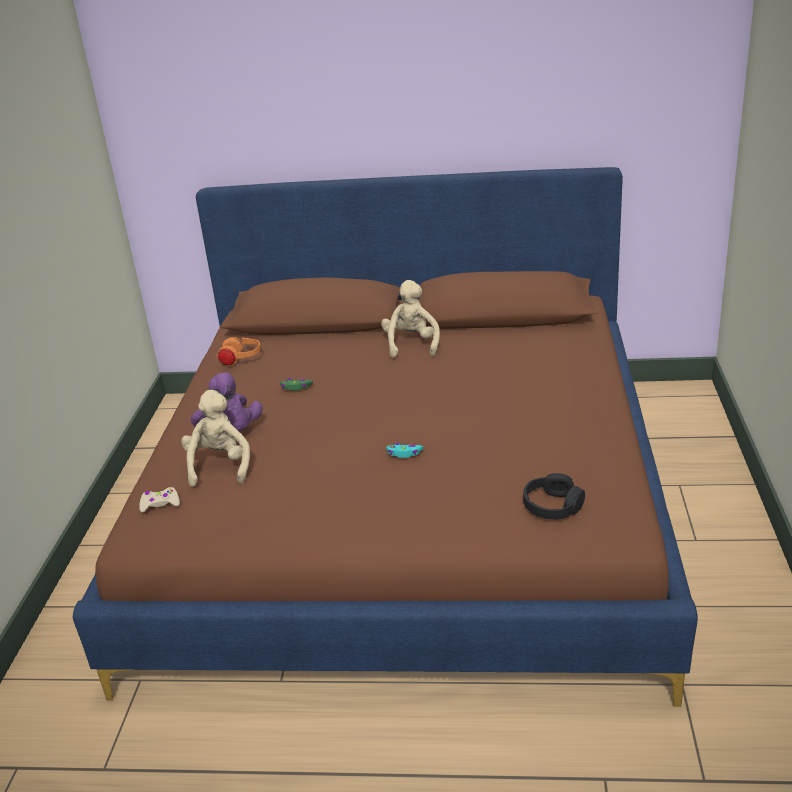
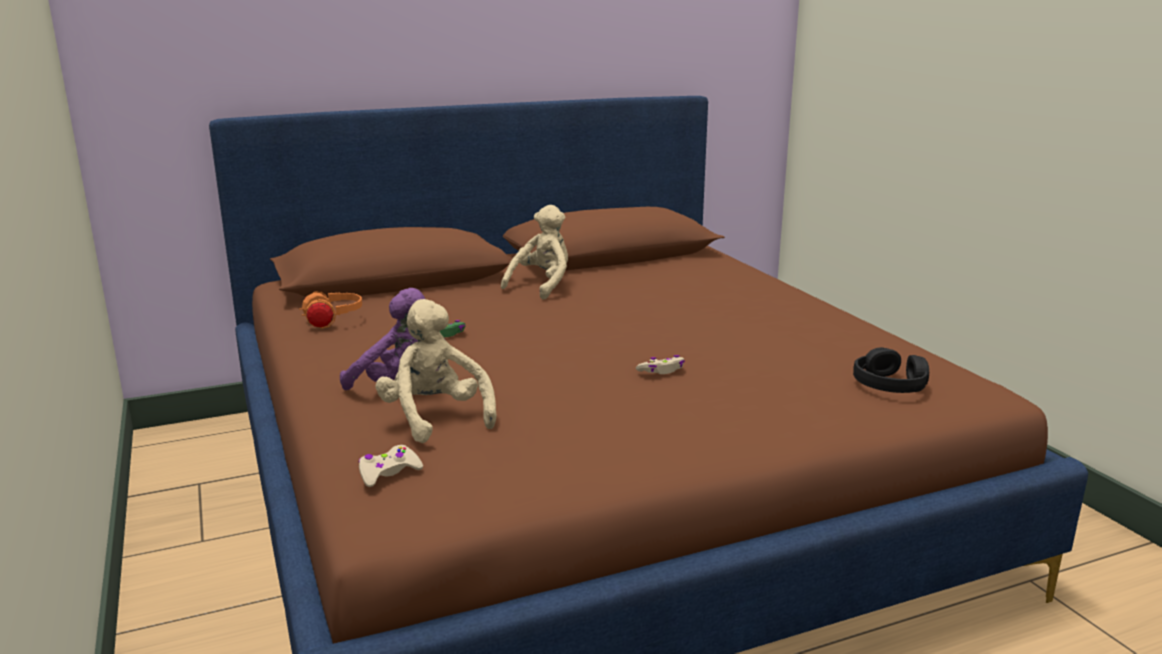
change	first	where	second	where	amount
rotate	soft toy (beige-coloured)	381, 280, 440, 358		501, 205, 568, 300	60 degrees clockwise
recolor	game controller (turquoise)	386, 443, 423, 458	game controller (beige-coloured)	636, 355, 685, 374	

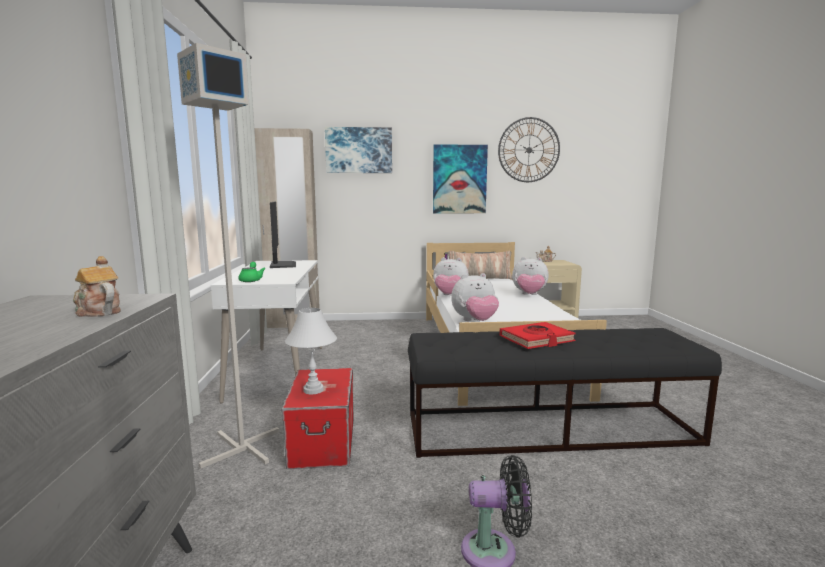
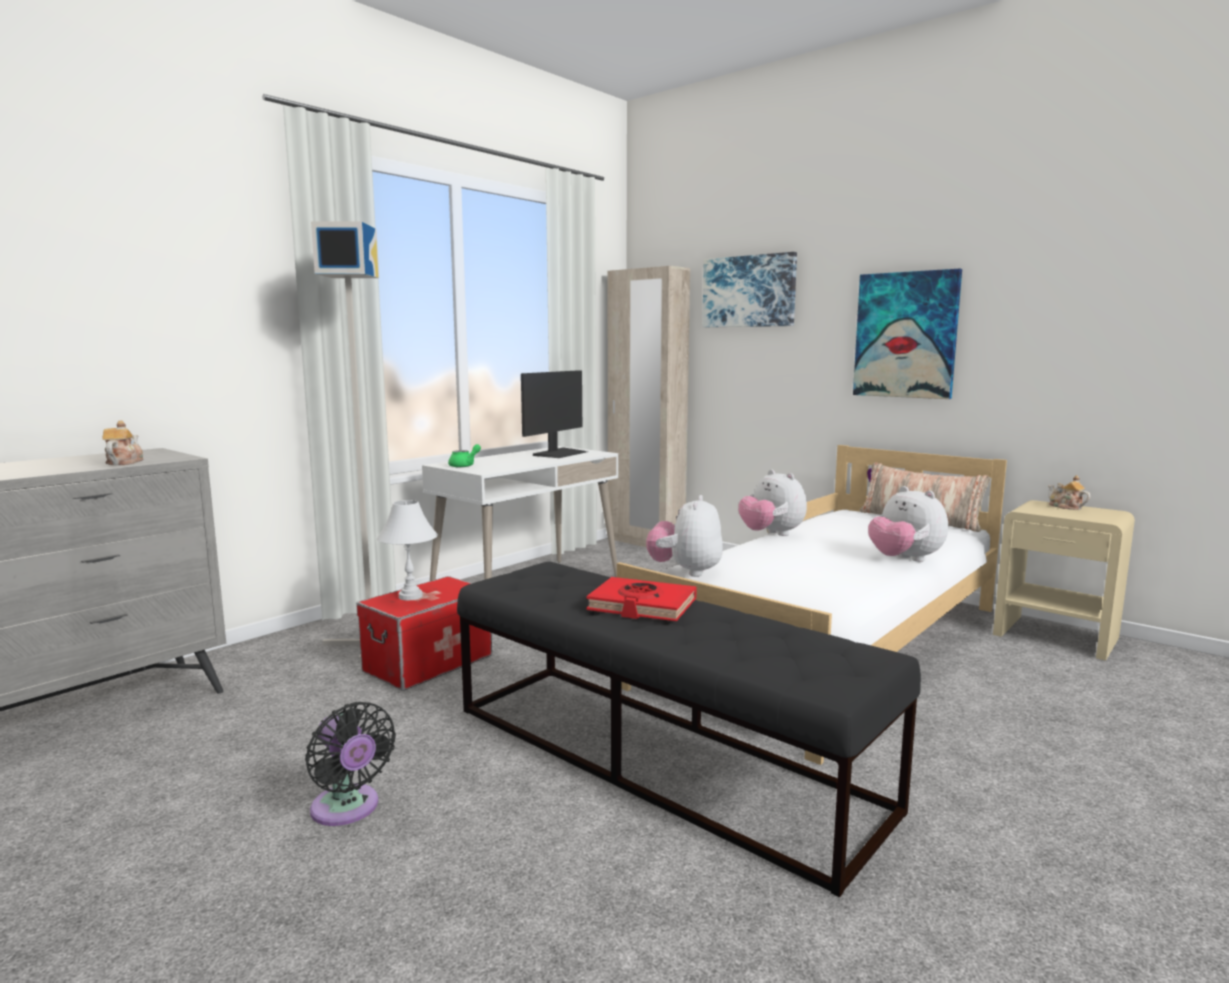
change	first	where	second	where	amount
delete	hanging clock	498, 117, 560, 182			
rotate	soft toy	451, 273, 499, 321		646, 495, 723, 577	75 degrees clockwise

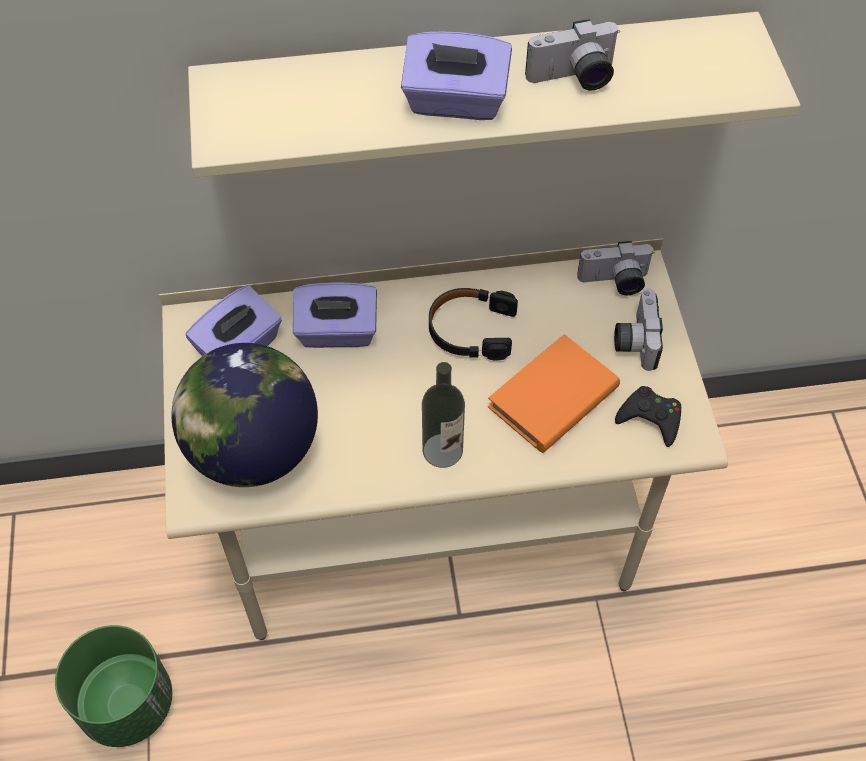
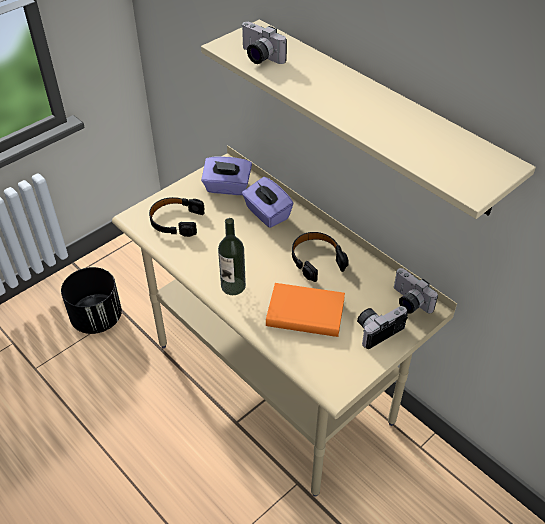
change	first	where	second	where	amount
move	photo camera	525, 19, 620, 90		241, 22, 287, 64	
delete	box of tissues (purple)	401, 32, 512, 120			
replace	globe	171, 343, 318, 487	headphones (black-coloured)	149, 197, 204, 237	
delete	game controller (black-coloured)	615, 386, 681, 447			
recolor	plant pot (green-coloured)	55, 625, 172, 747	plant pot (black-coloured)	61, 267, 122, 334	

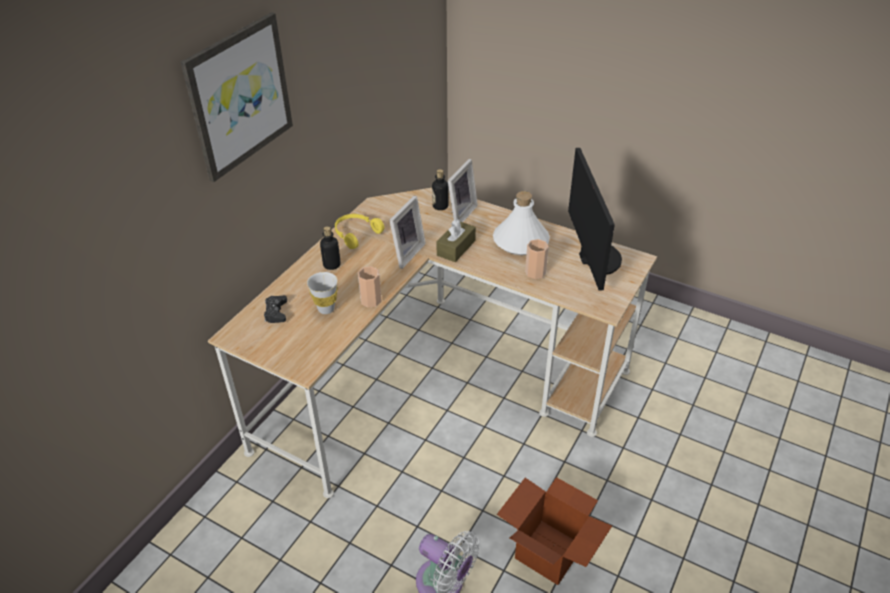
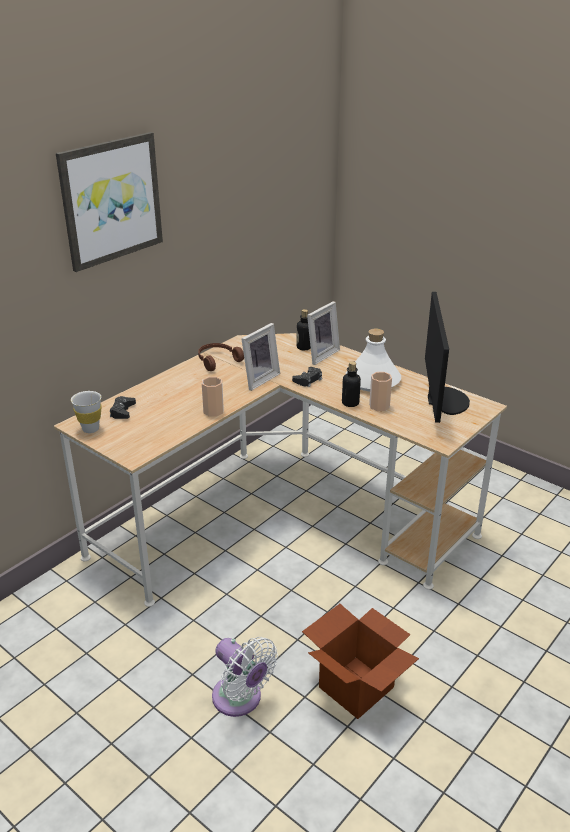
change	first	where	second	where	amount
recolor	headphones (yellow-coloured)	335, 214, 385, 249	headphones (brown)	198, 343, 244, 371	
replace	box of tissues (brown)	436, 218, 476, 262	game controller (black-coloured)	292, 367, 322, 387	
move	drink bottle	320, 226, 341, 270		342, 361, 361, 407	
move	small cup (white)	307, 272, 338, 314		71, 391, 102, 433	

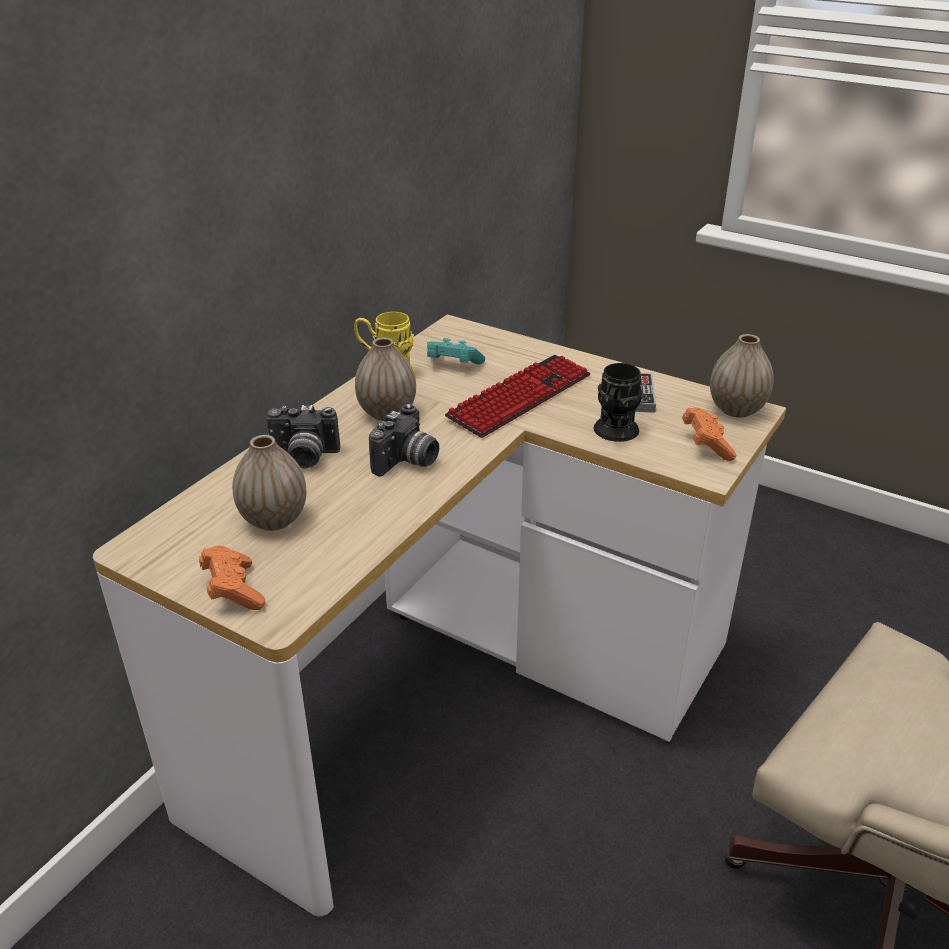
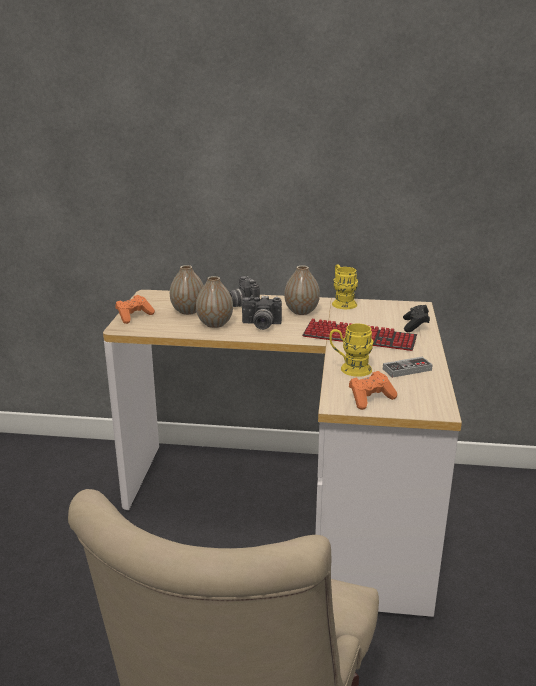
change	first	where	second	where	amount
move	flower vase	710, 334, 774, 418		196, 276, 233, 328	
delete	game controller (turquoise)	427, 338, 485, 364			
recolor	tea mug (black-coloured)	594, 363, 643, 442	tea mug (yellow-coloured)	329, 324, 374, 377	
insert			game controller (black-coloured)	403, 305, 430, 332	

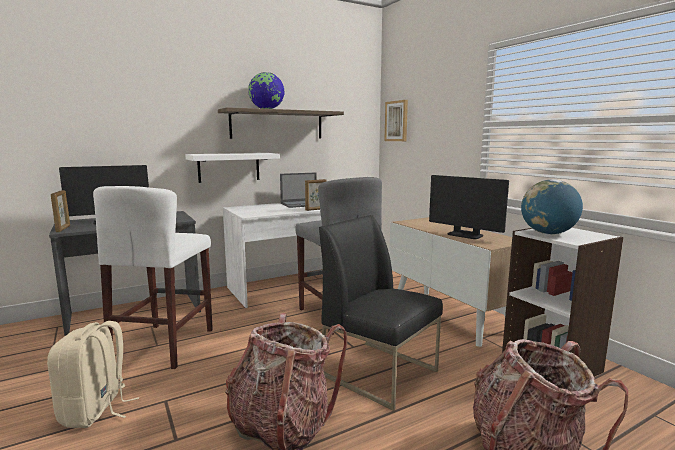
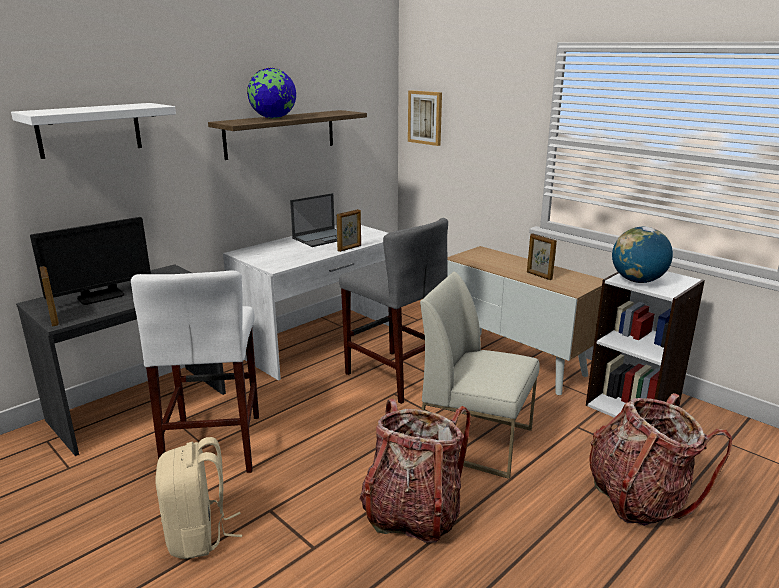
change	first	where	second	where	amount
move	bracket shelf (white)	185, 153, 280, 183		11, 103, 176, 159	
replace	computer display	429, 175, 509, 239	standing frame	527, 234, 557, 280	
recolor	chair (black-coloured)	319, 215, 443, 411	chair (white)	420, 271, 540, 479	

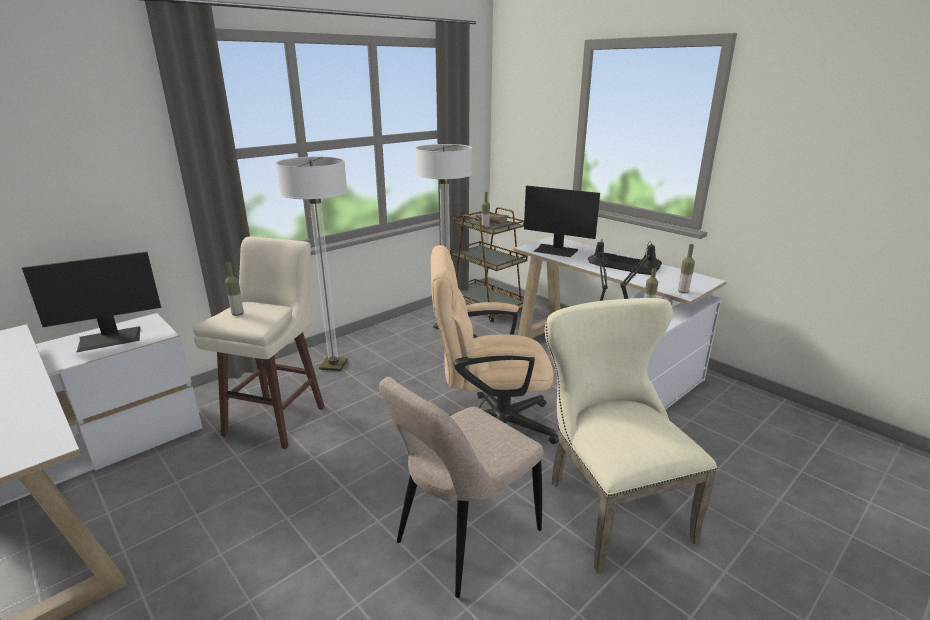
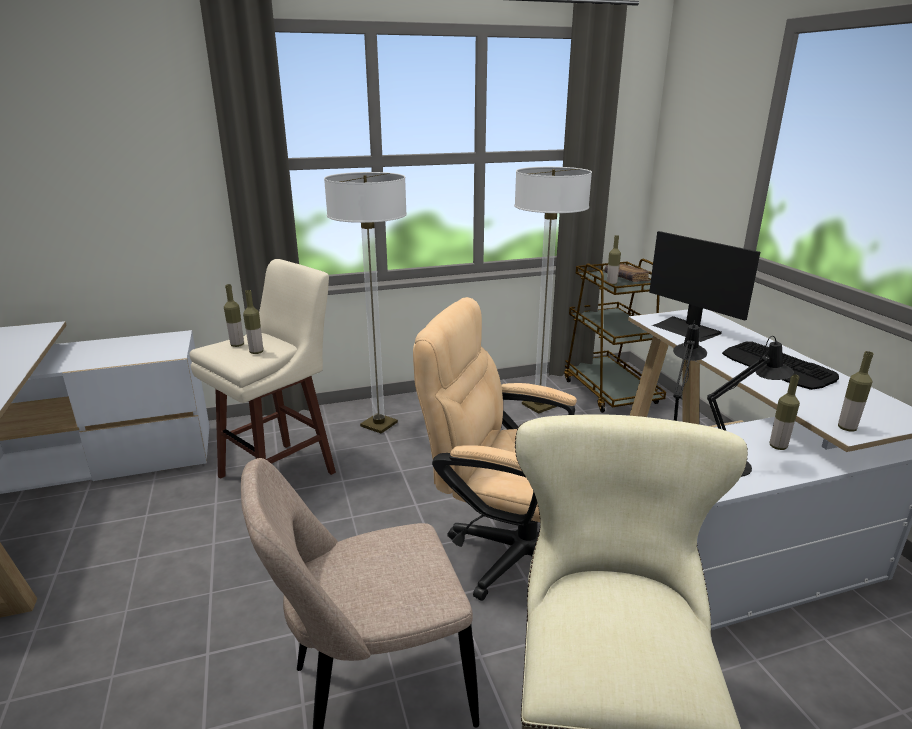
change	first	where	second	where	amount
delete	computer display	22, 252, 161, 353			
insert			drink bottle	243, 290, 263, 354	

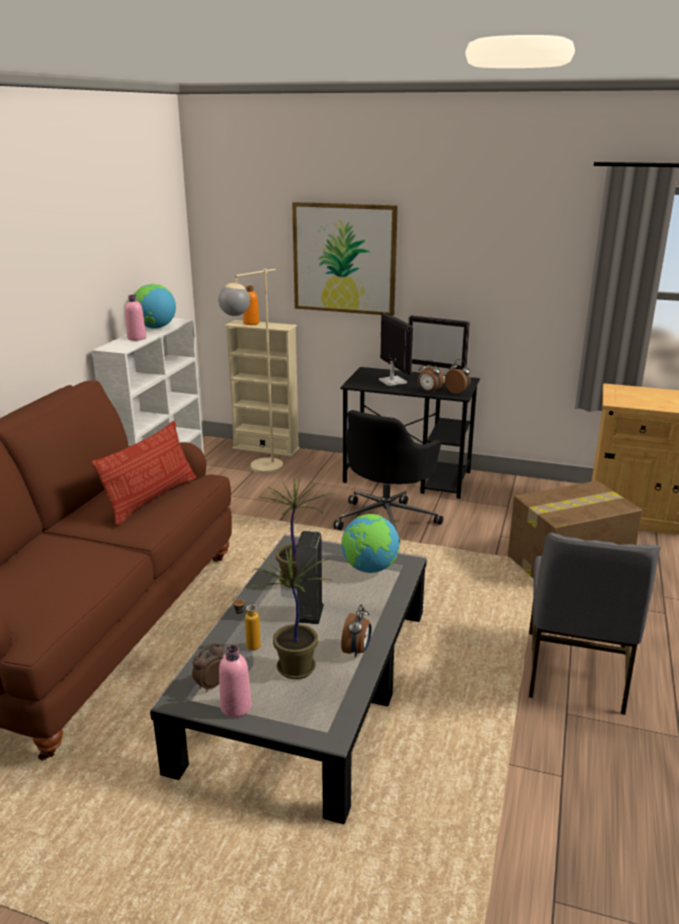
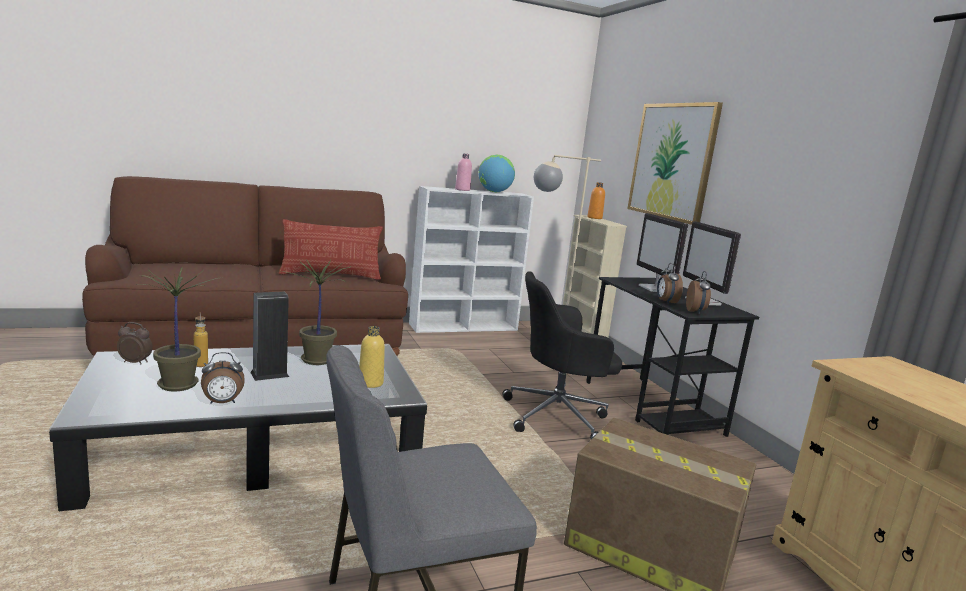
change	first	where	second	where	amount
rotate	computer display	379, 312, 413, 386		637, 213, 688, 292	135 degrees clockwise
replace	globe	341, 514, 399, 573	drink bottle (yellow-coloured)	359, 326, 385, 388	
delete	drink bottle (pink-coloured)	219, 645, 252, 718			

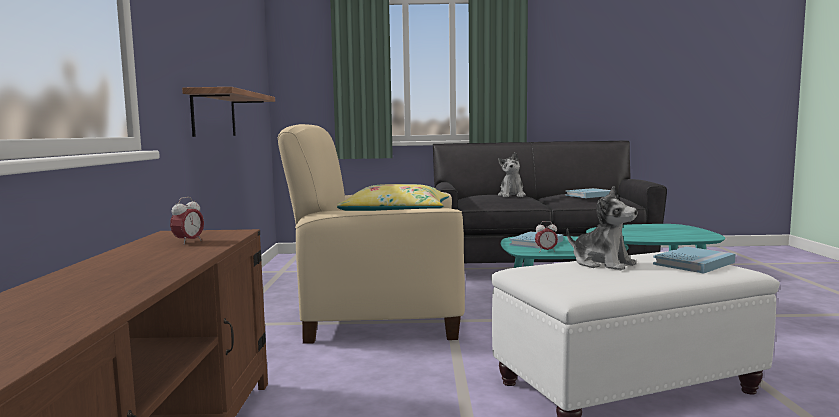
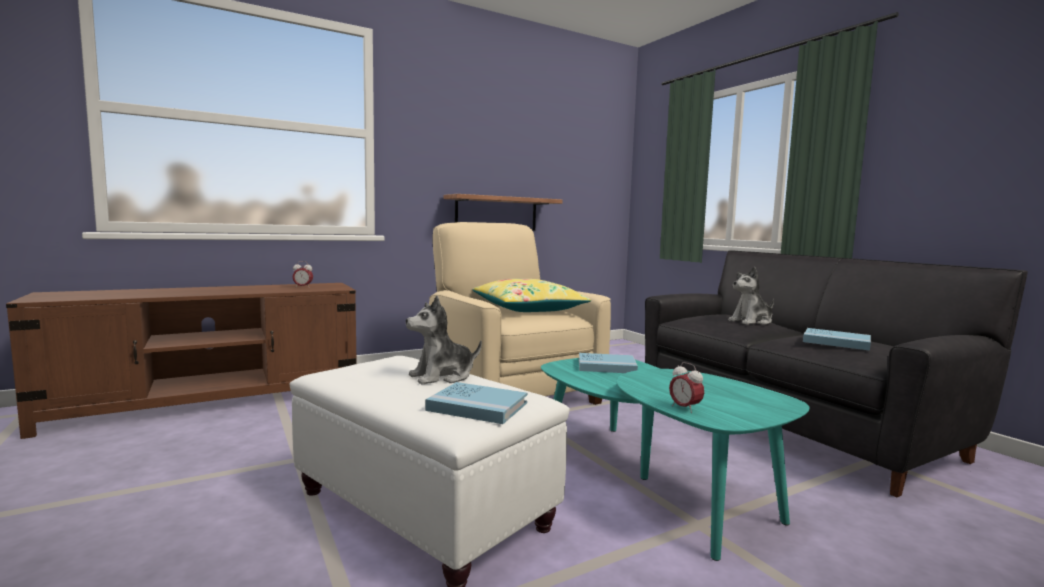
change	first	where	second	where	amount
rotate	soft toy	566, 186, 638, 270		406, 296, 482, 385	45 degrees clockwise
move	bedside clock	535, 221, 558, 252		669, 362, 704, 413	

